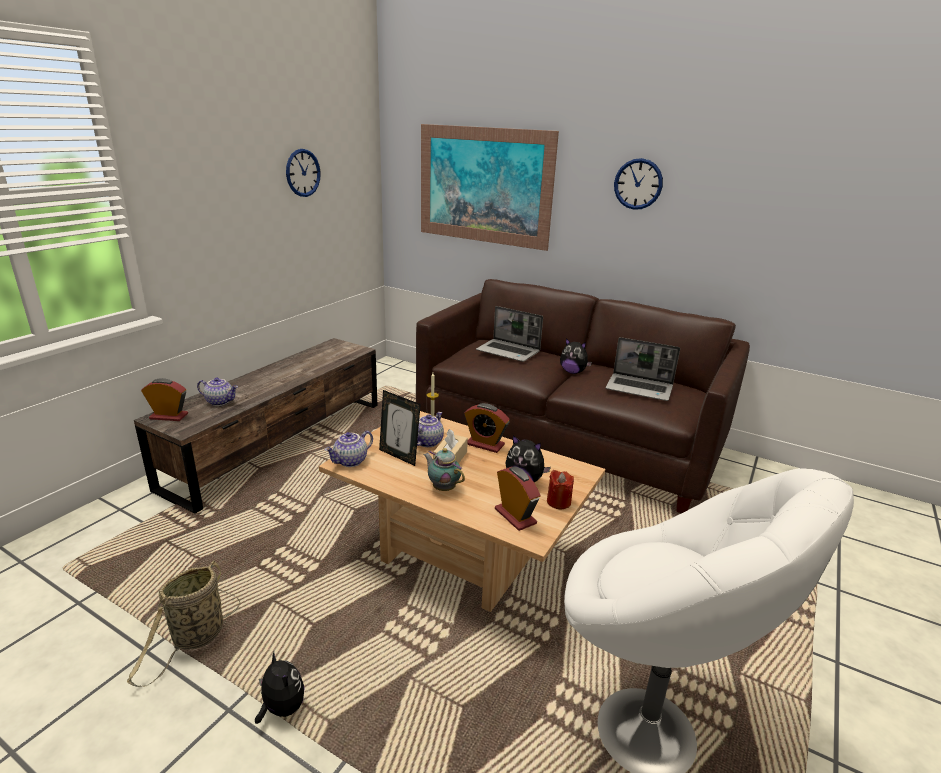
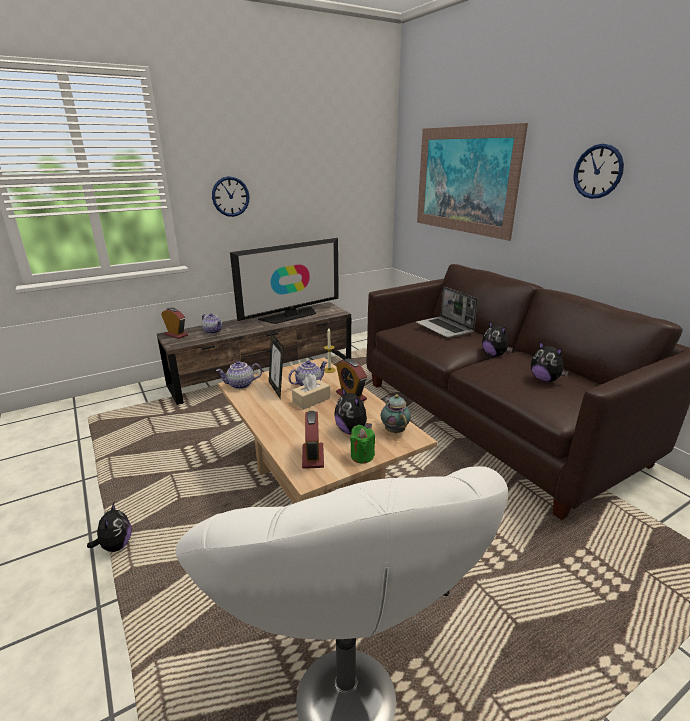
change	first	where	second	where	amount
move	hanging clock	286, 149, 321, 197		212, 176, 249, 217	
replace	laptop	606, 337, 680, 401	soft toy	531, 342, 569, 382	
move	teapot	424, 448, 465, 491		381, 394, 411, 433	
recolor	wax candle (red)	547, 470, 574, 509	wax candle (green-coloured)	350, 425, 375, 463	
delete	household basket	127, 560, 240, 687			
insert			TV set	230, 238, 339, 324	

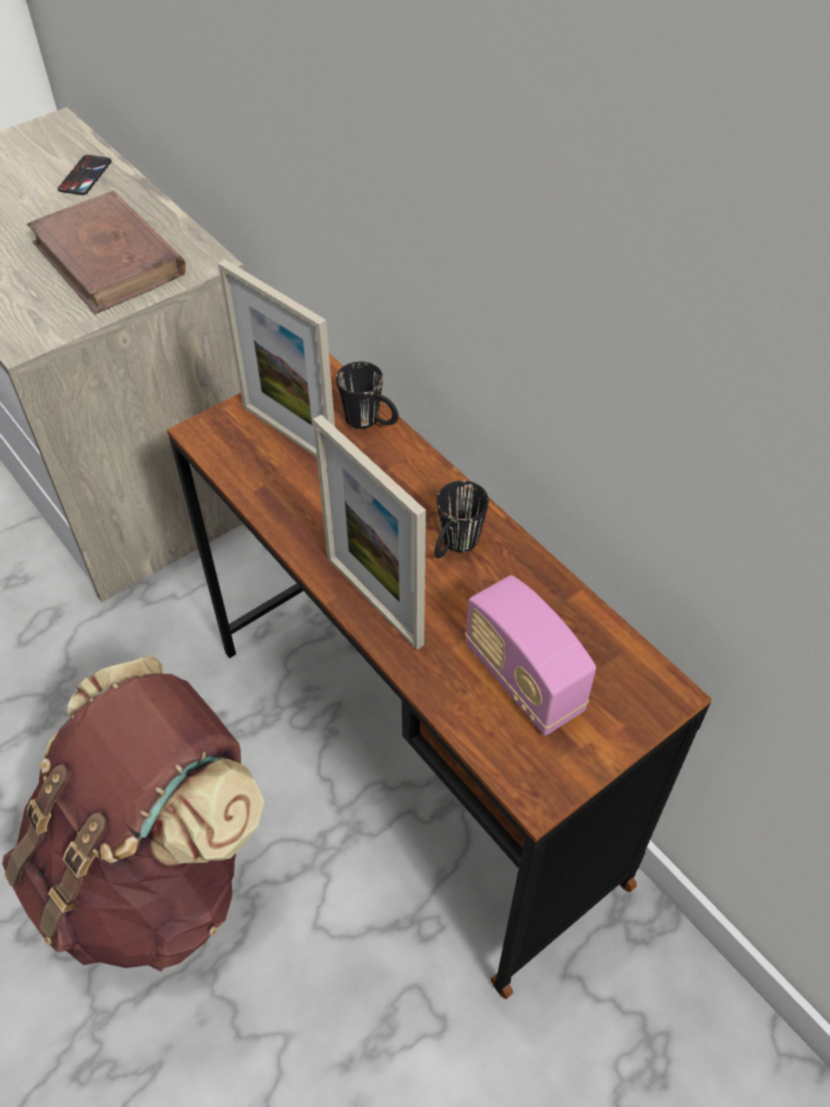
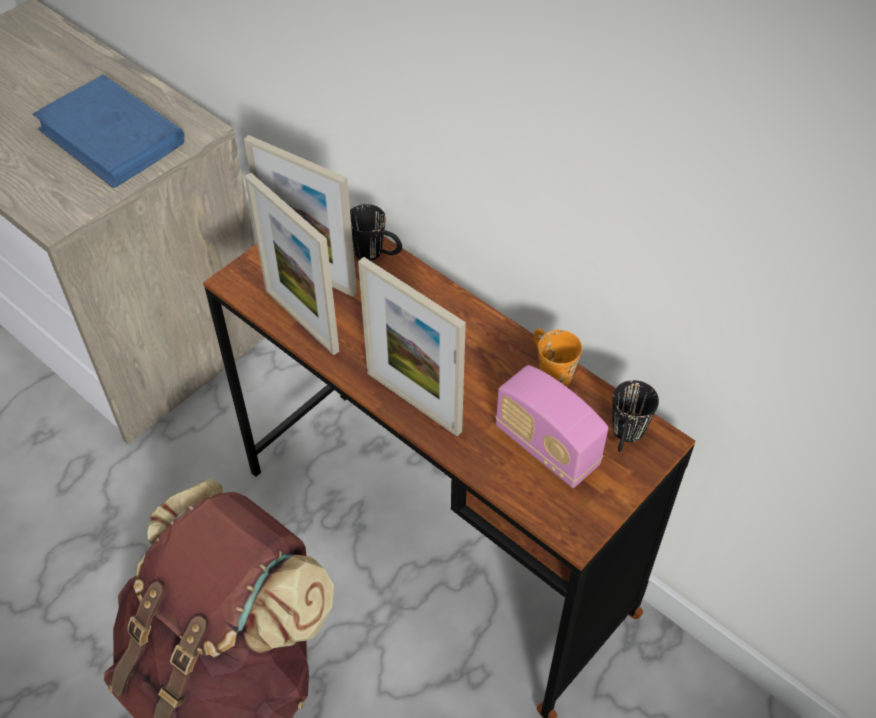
change	first	where	second	where	amount
delete	telephone	58, 155, 112, 195			
recolor	bound book (brown)	27, 191, 186, 314	bound book (blue-coloured)	33, 75, 185, 188	
move	tea mug (black-coloured)	435, 480, 489, 559		612, 380, 659, 452	
insert			standing frame	244, 173, 340, 355	
insert			tea mug (orangey)	534, 329, 582, 387	

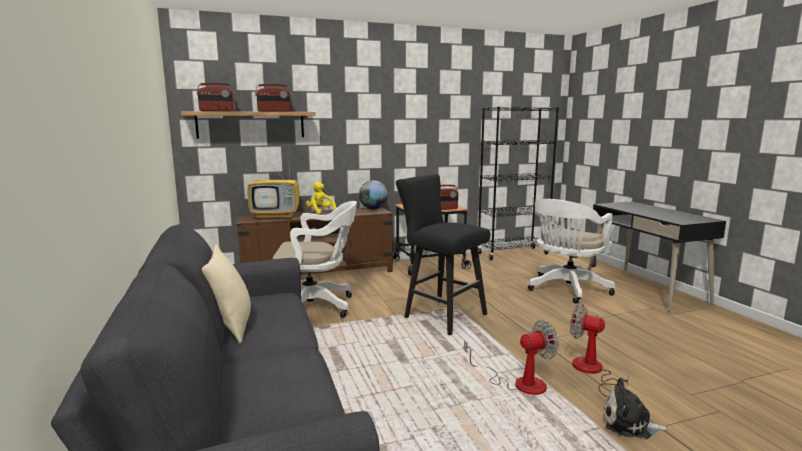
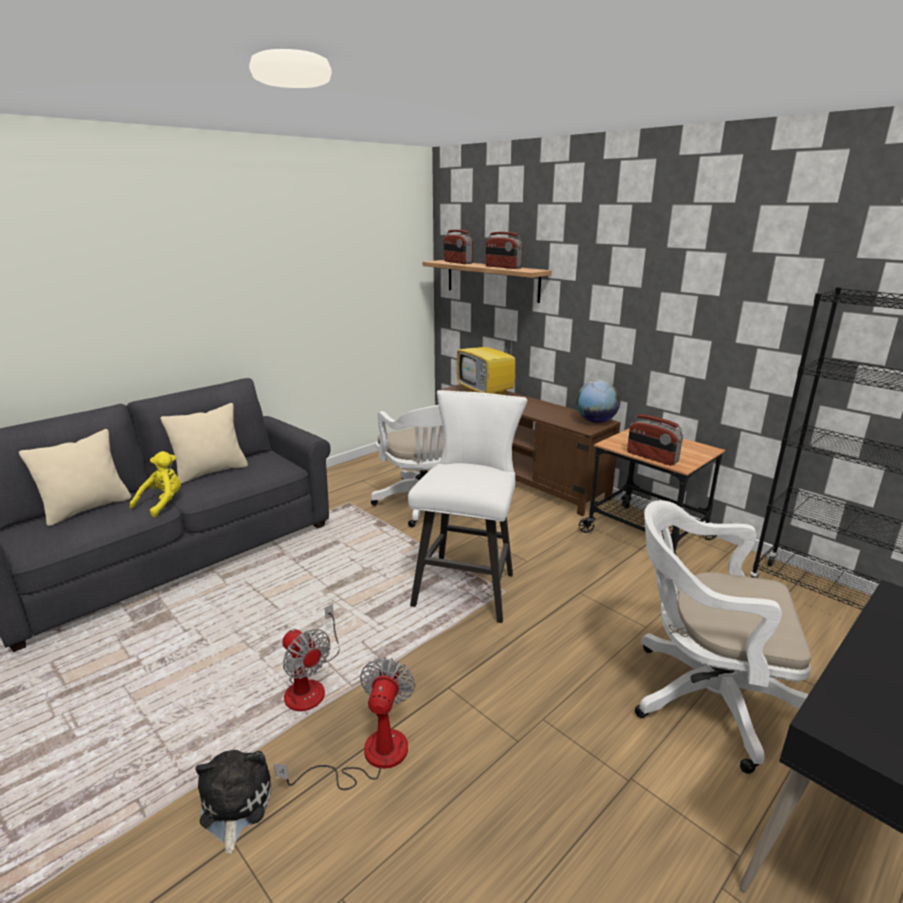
change	first	where	second	where	amount
recolor	stool (black-coloured)	396, 174, 490, 335	stool (white)	408, 390, 527, 623	
move	soft toy (yellow-coloured)	306, 182, 336, 214		130, 451, 181, 517	
insert			throw pillow (beige-coloured)	19, 429, 131, 526	

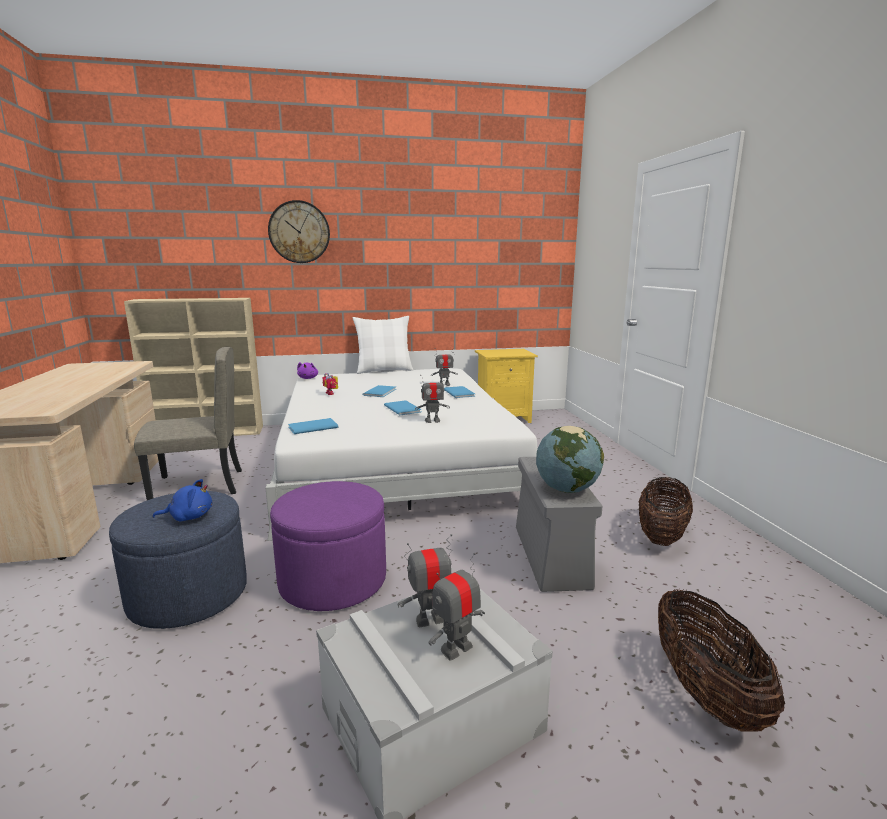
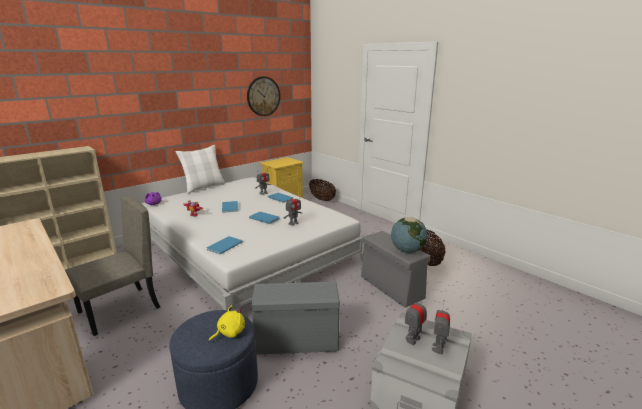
change	first	where	second	where	amount
move	hanging clock	268, 200, 330, 263		247, 77, 280, 116	
recolor	soft toy (blue-coloured)	152, 479, 212, 521	soft toy (yellow-coloured)	209, 305, 245, 342	
replace	pouffe (purple)	270, 481, 386, 611	storage bin (gray)	251, 282, 340, 355	
move	household basket	658, 589, 785, 732		309, 179, 336, 201	

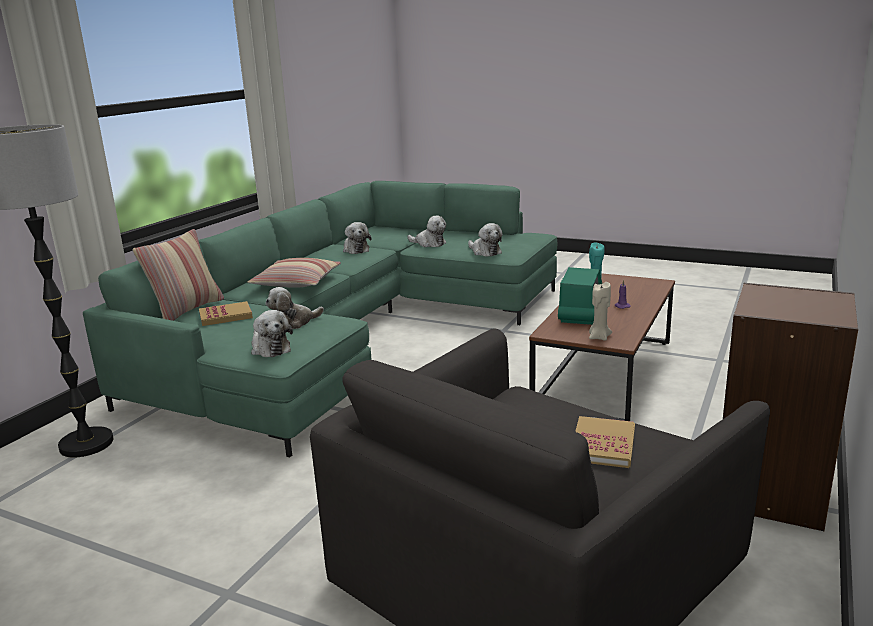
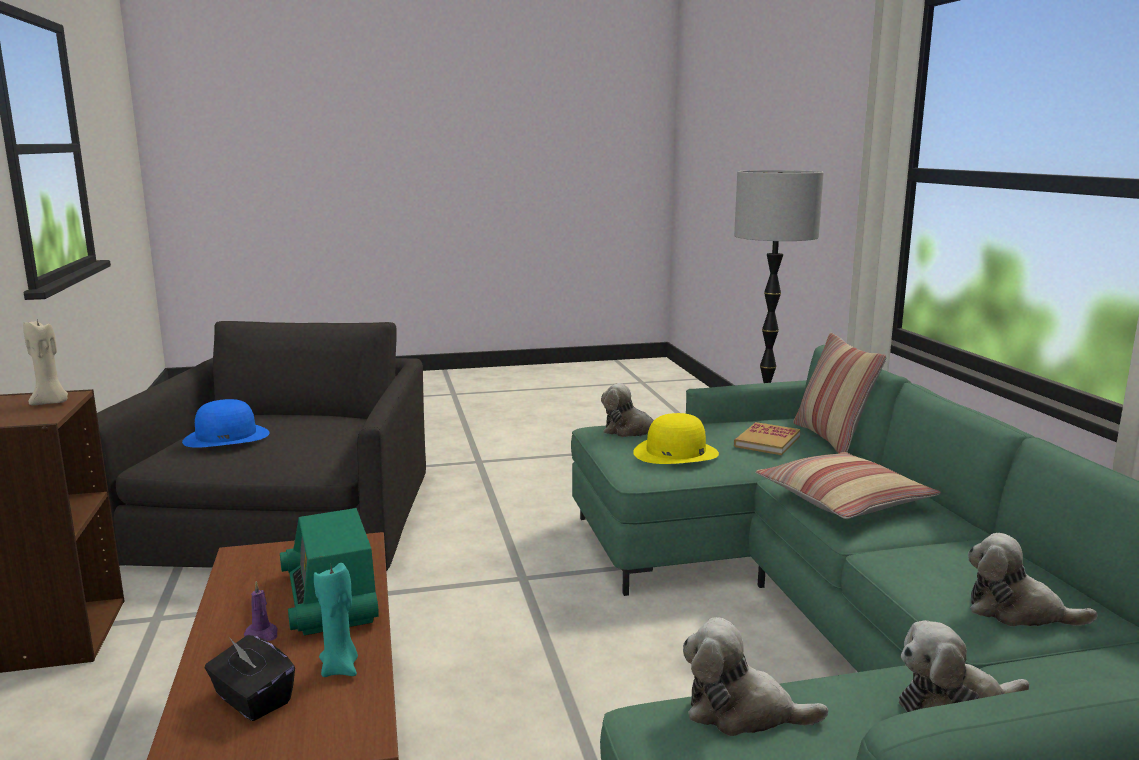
change	first	where	second	where	amount
move	wax candle (beige-coloured)	589, 282, 612, 341		23, 319, 68, 405	
replace	soft toy	265, 287, 324, 329	hat (yellow-coloured)	633, 413, 719, 464	
replace	bound book	575, 416, 635, 468	hat (blue-coloured)	182, 399, 269, 448	
insert			box of tissues (black-coloured)	205, 635, 295, 721	

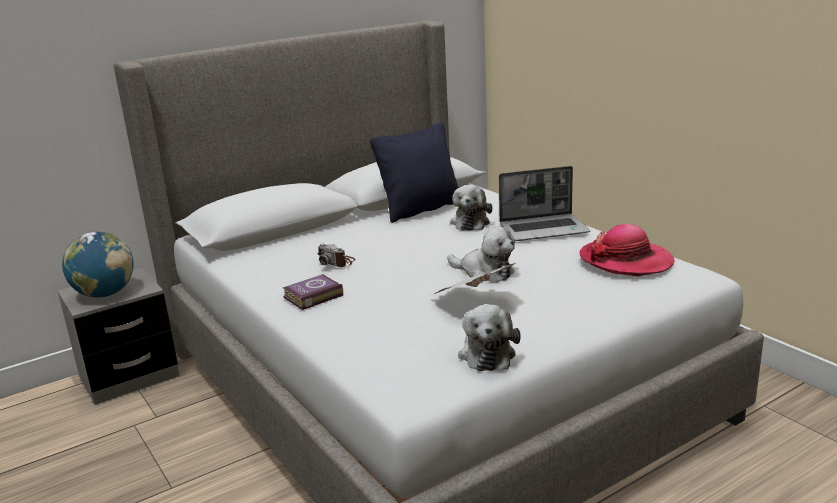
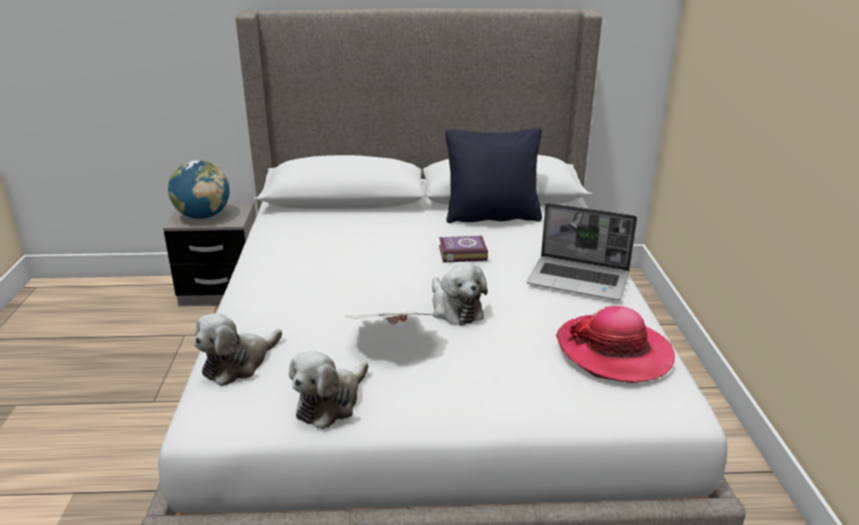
change	first	where	second	where	amount
move	soft toy	450, 185, 492, 231		194, 313, 282, 386	
delete	photo camera	318, 244, 355, 267			
move	bound book	283, 274, 343, 310		439, 236, 488, 263	

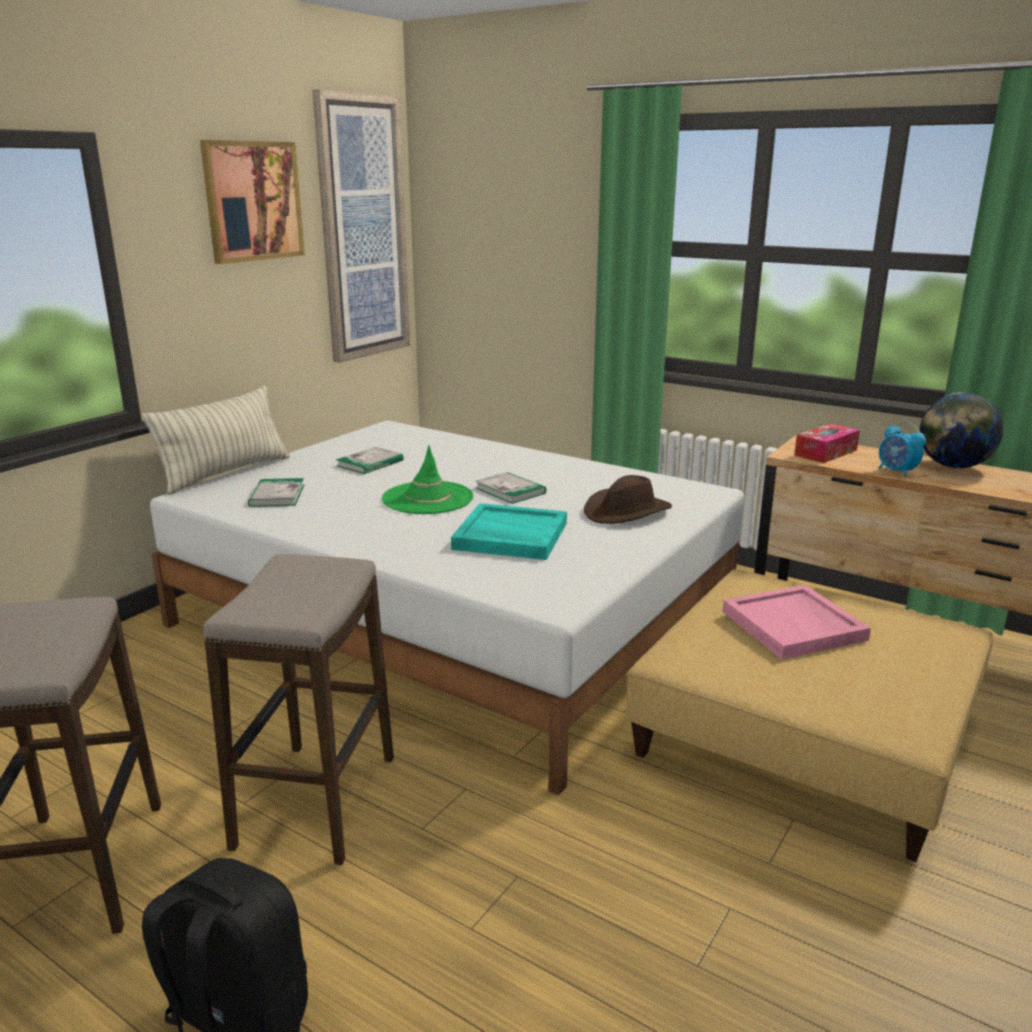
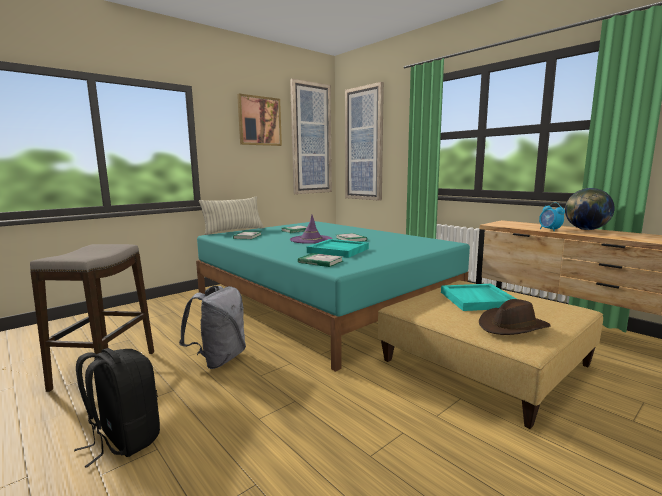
change	first	where	second	where	amount
recolor	bedroom bed (white)	150, 421, 744, 796	bedroom bed (turquoise)	196, 221, 470, 372	
delete	box of tissues	794, 424, 860, 463			
recolor	hat (green-coloured)	382, 445, 474, 514	hat (purple)	290, 215, 333, 244	
move	hat (brown)	584, 475, 672, 524		479, 299, 551, 335	
replace	stool	203, 554, 394, 865	backpack (gray)	179, 286, 246, 369	
recolor	carrying tray (pink-coloured)	723, 585, 871, 659	carrying tray (turquoise)	441, 284, 516, 311	
insert			picture	345, 82, 384, 201	
insert			bound book	298, 253, 343, 267	

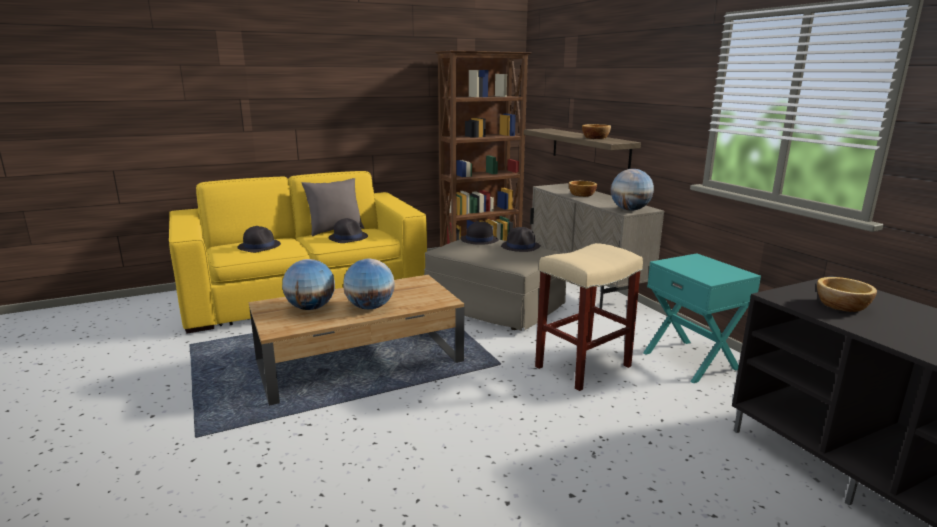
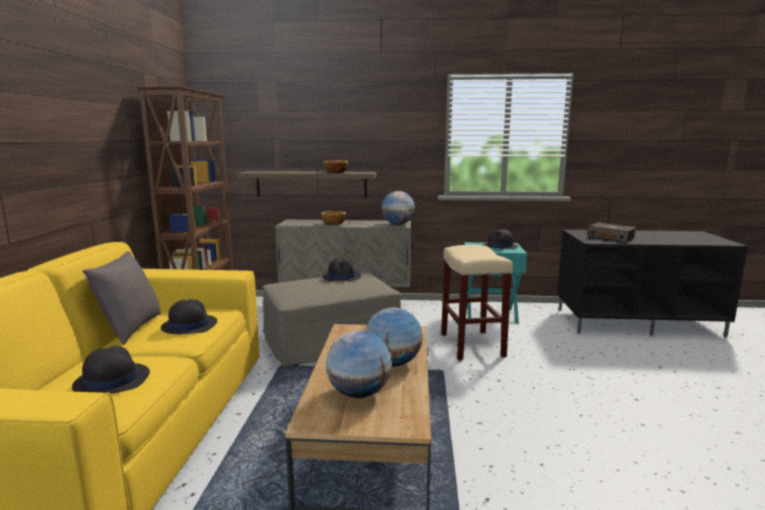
change	first	where	second	where	amount
move	hat (black-coloured)	460, 221, 499, 245		483, 229, 518, 249	
replace	bowl	817, 277, 877, 312	bound book	587, 223, 637, 242	

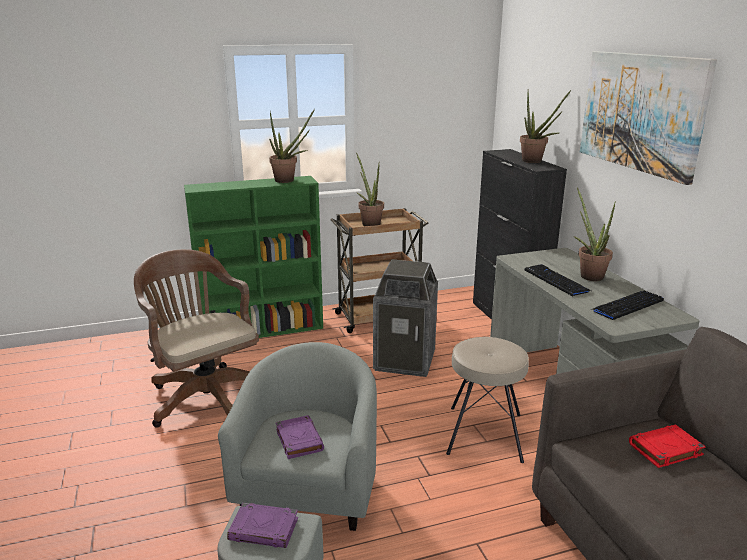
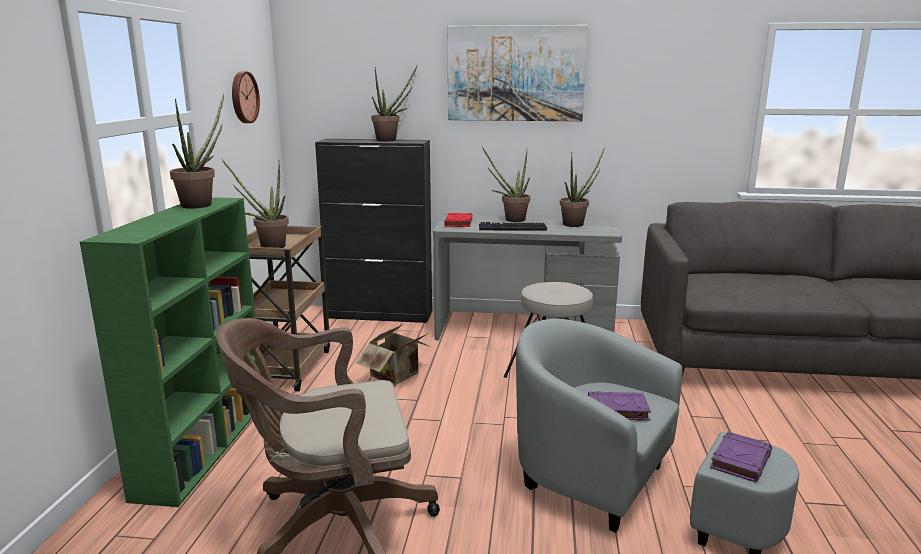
change	first	where	second	where	amount
replace	waste bin	373, 259, 438, 377	carton	356, 325, 430, 385	
replace	computer keyboard	591, 291, 664, 320	potted plant	560, 147, 605, 227	
move	bound book (red)	629, 424, 706, 468		444, 213, 472, 227	
insert			hanging clock	232, 71, 260, 123	

